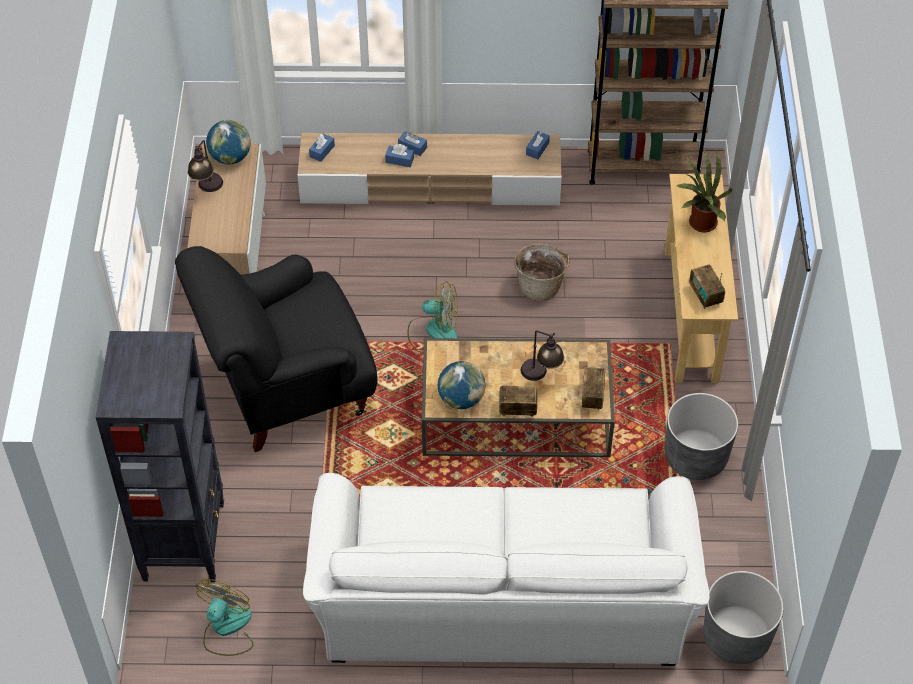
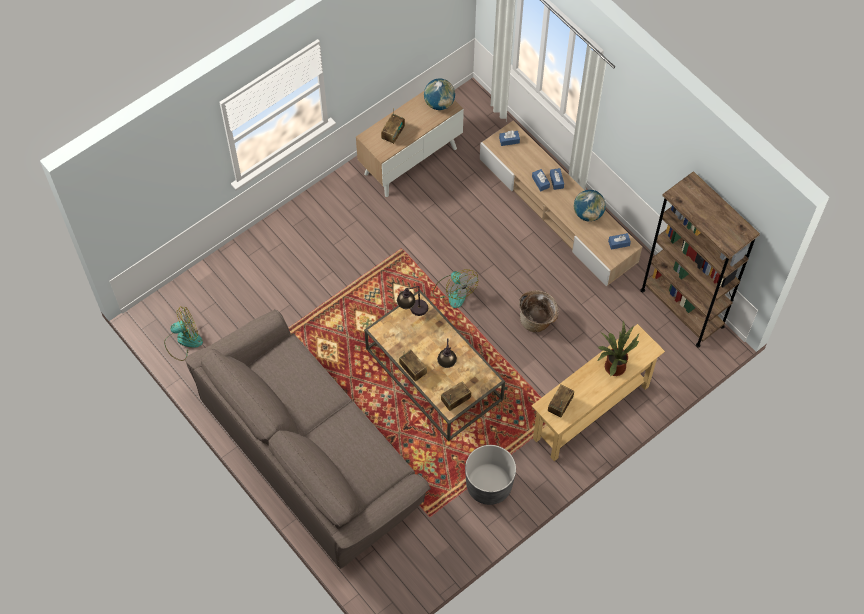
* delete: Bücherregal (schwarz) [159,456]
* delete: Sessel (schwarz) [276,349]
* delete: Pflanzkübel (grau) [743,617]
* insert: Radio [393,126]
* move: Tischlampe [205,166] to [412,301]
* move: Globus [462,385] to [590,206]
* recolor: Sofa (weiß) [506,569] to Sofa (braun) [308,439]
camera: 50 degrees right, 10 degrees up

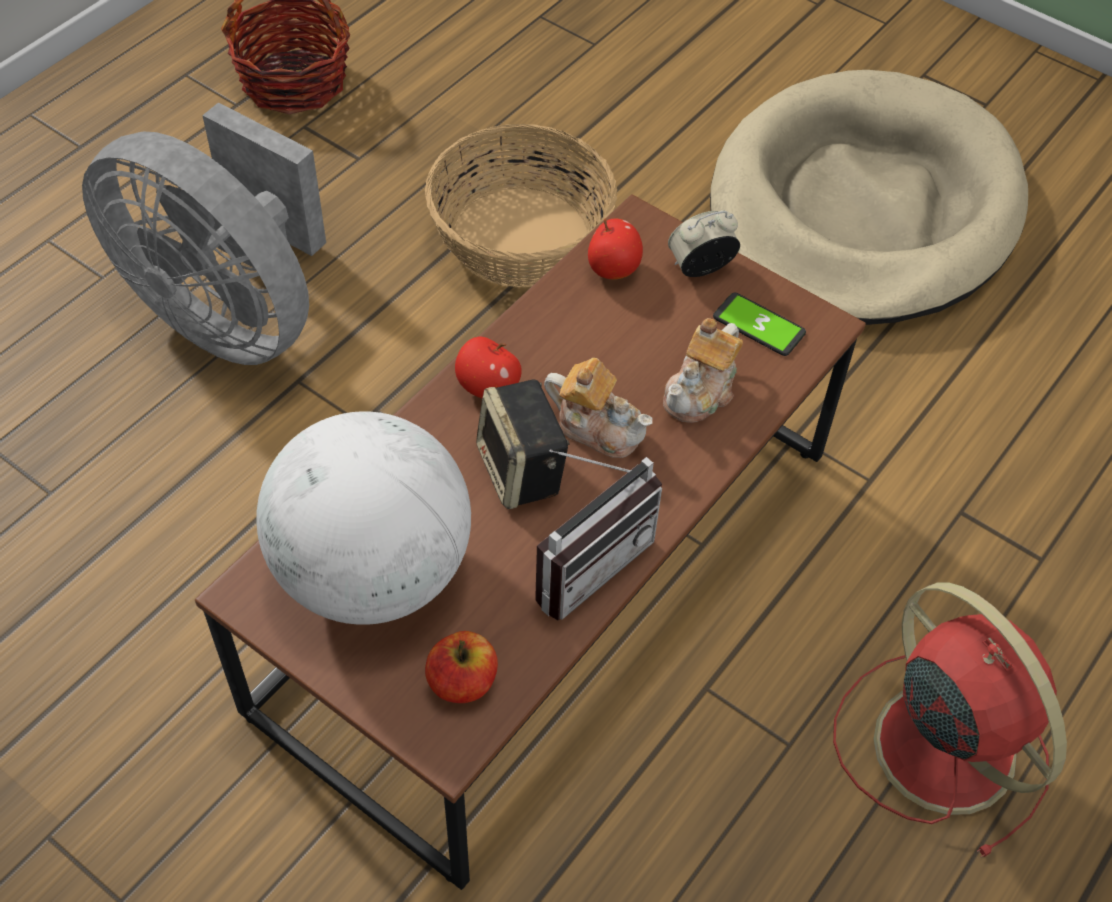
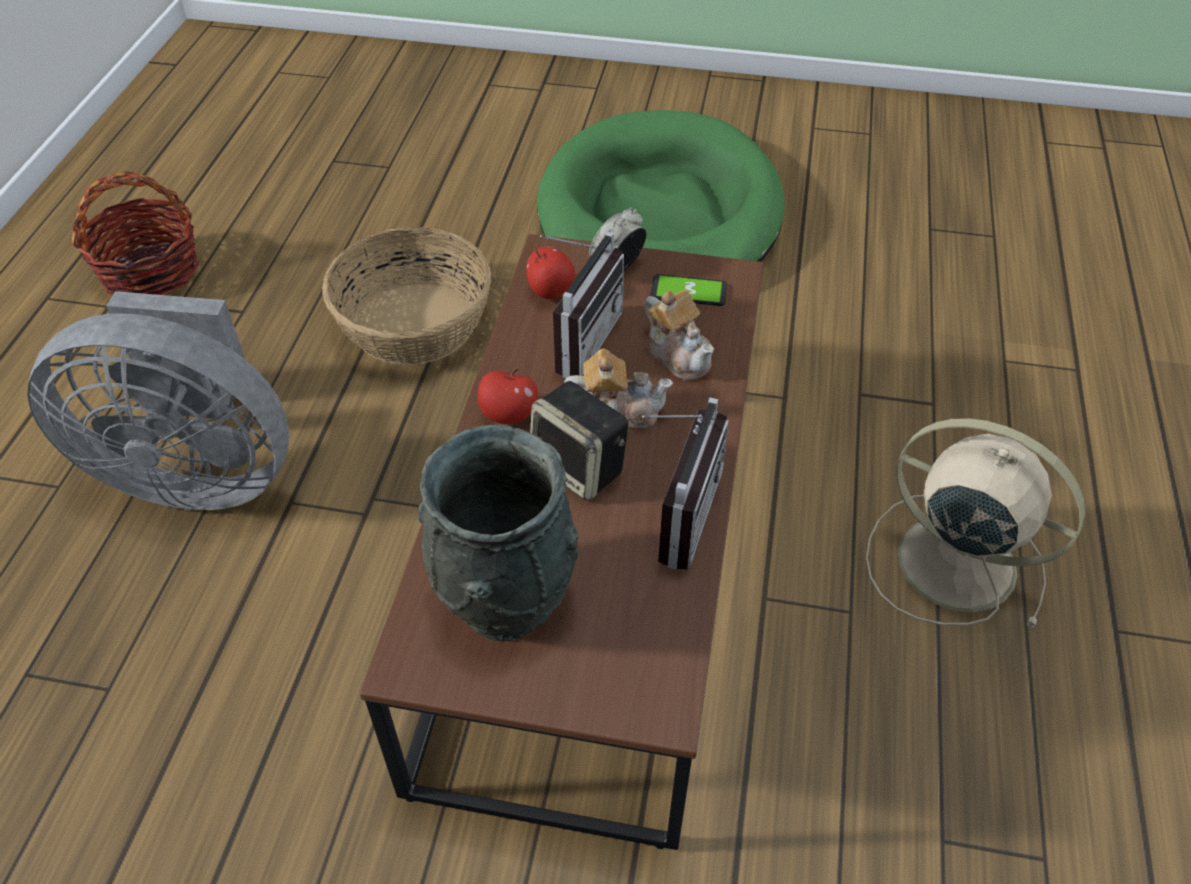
* delete: Apfel [461,667]
* insert: Radio [582,305]
* replace: Globus [363,518] to Vase (grau) [498,533]
* recolor: Hundebett (beige) [869,197] to Hundebett (grün) [660,186]
* recolor: Ventilator (rot) [950,720] to Ventilator (beige) [975,523]
* rotate: Teekanne [703,370] = [679,335] 45 degrees counterclockwise
camera: 25 degrees left, 5 degrees down

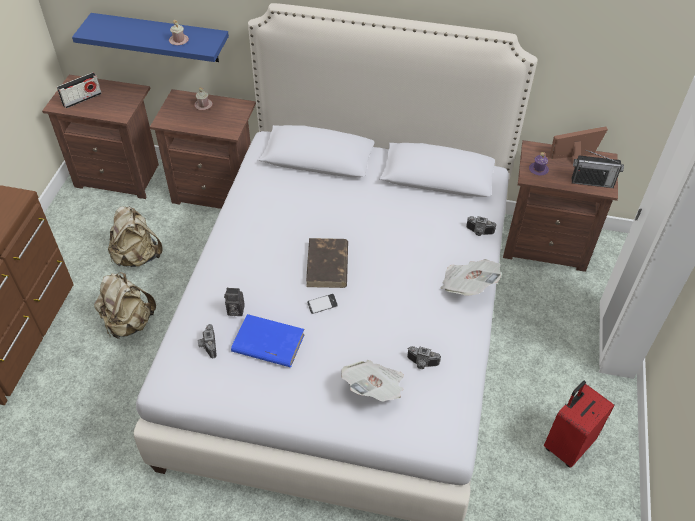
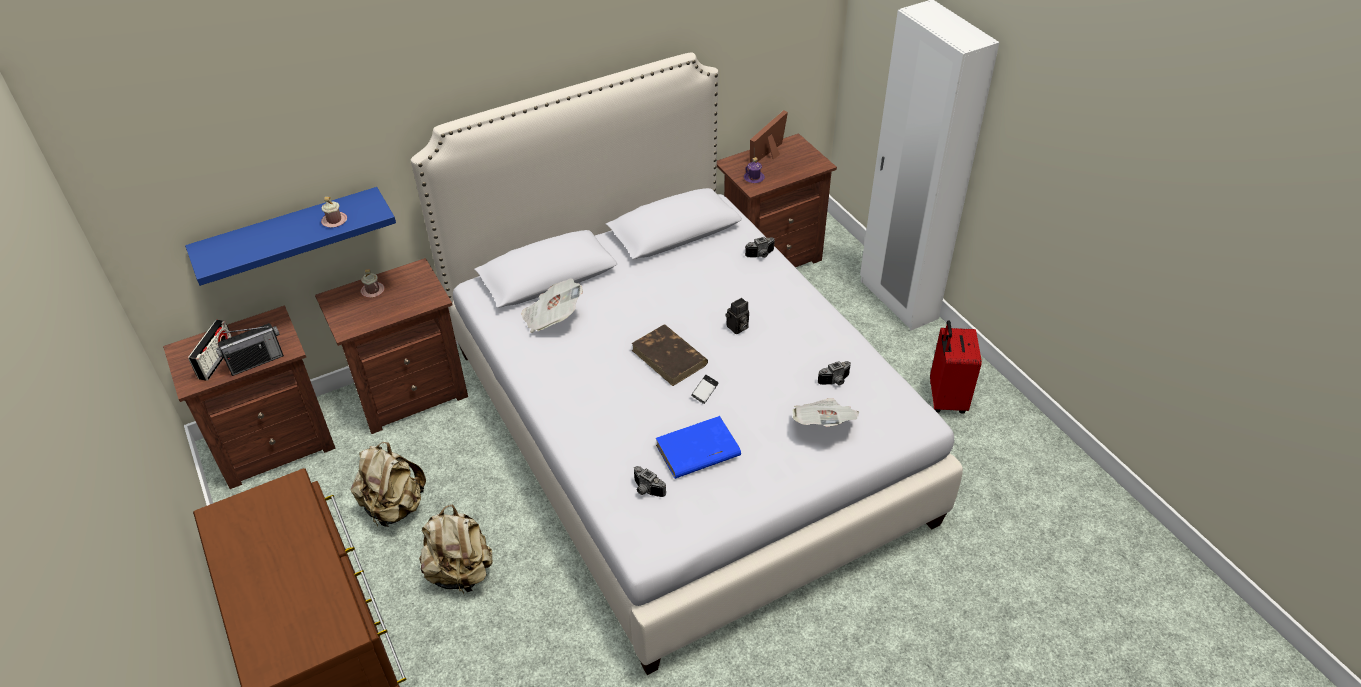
* move: Kamera [234,302] to [737,316]
* move: Zeitung [470,277] to [552,306]
* move: Radio [598,169] to [250,349]
camera: 40 degrees left, 5 degrees down

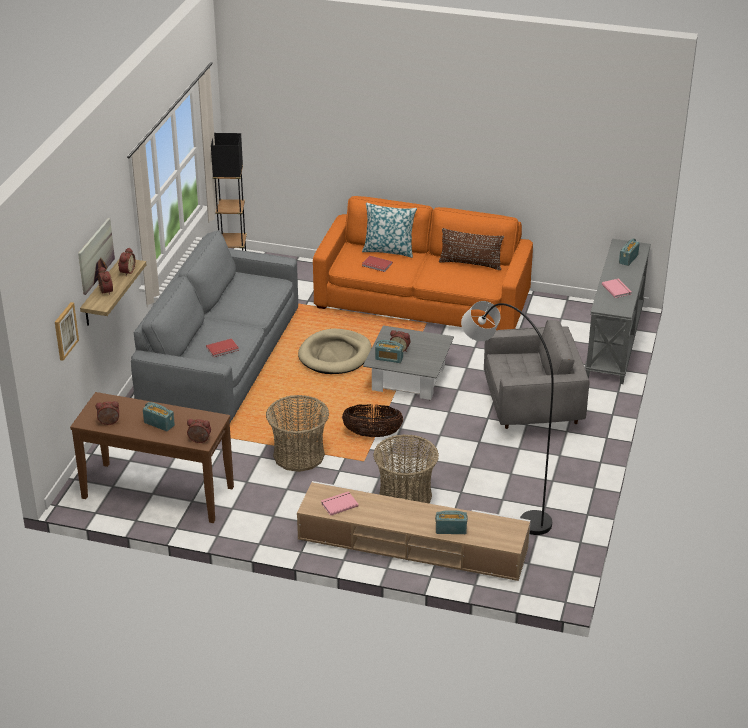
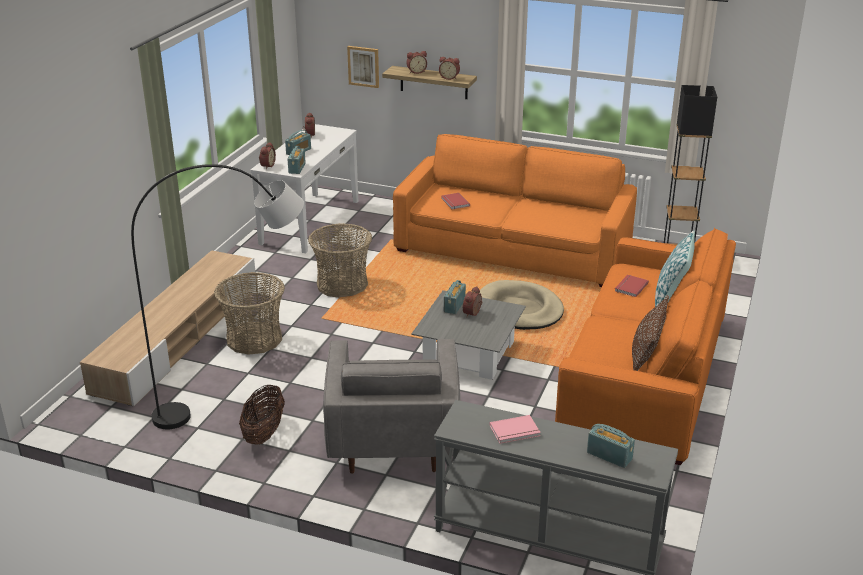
* delete: Bild [96,256]
* delete: Buch (rosa) [340,503]
* move: Korb [372,420] to [262,414]
* move: Radio [451,522] to [297,160]
* recolor: Konsolentisch (braun) [152,457] to Konsolentisch (weiß) [304,188]
* recolor: Sofa (grau) [214,326] to Sofa (orange) [515,210]
camera: 95 degrees right, 5 degrees down

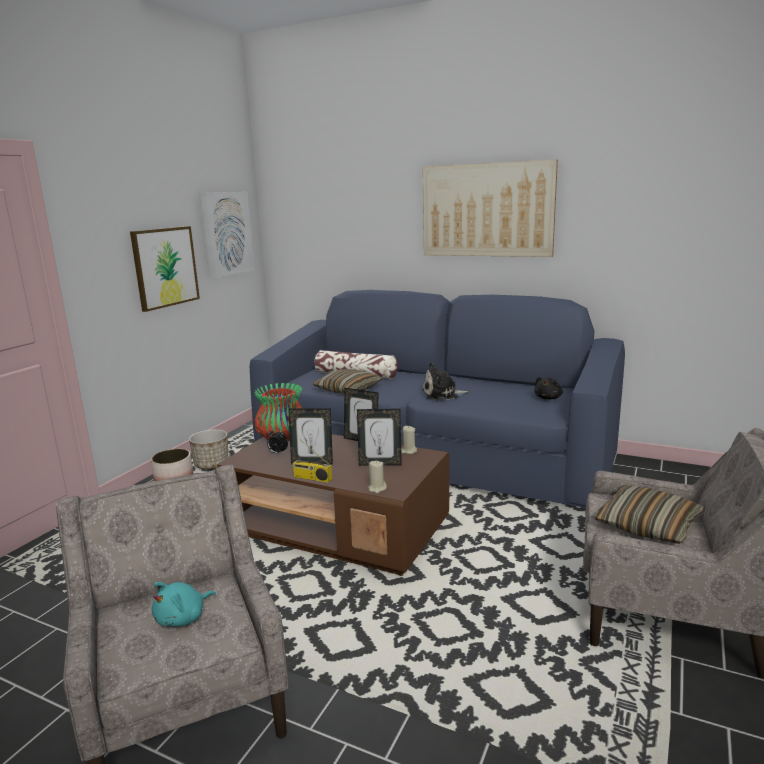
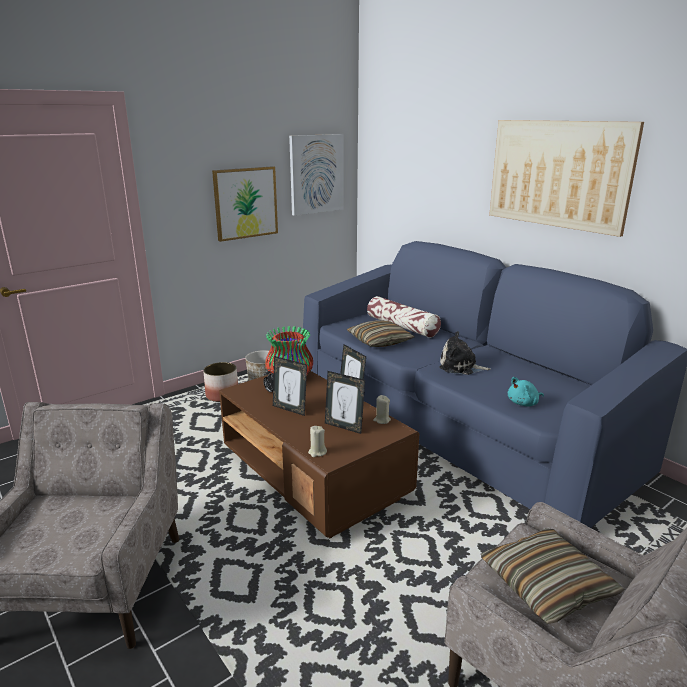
* delete: Radio [312,462]
* delete: Plüschtier (schwarz) [548,388]
* move: Plüschtier (türkis) [184,604] to [526,391]
camera: 25 degrees right, 5 degrees up

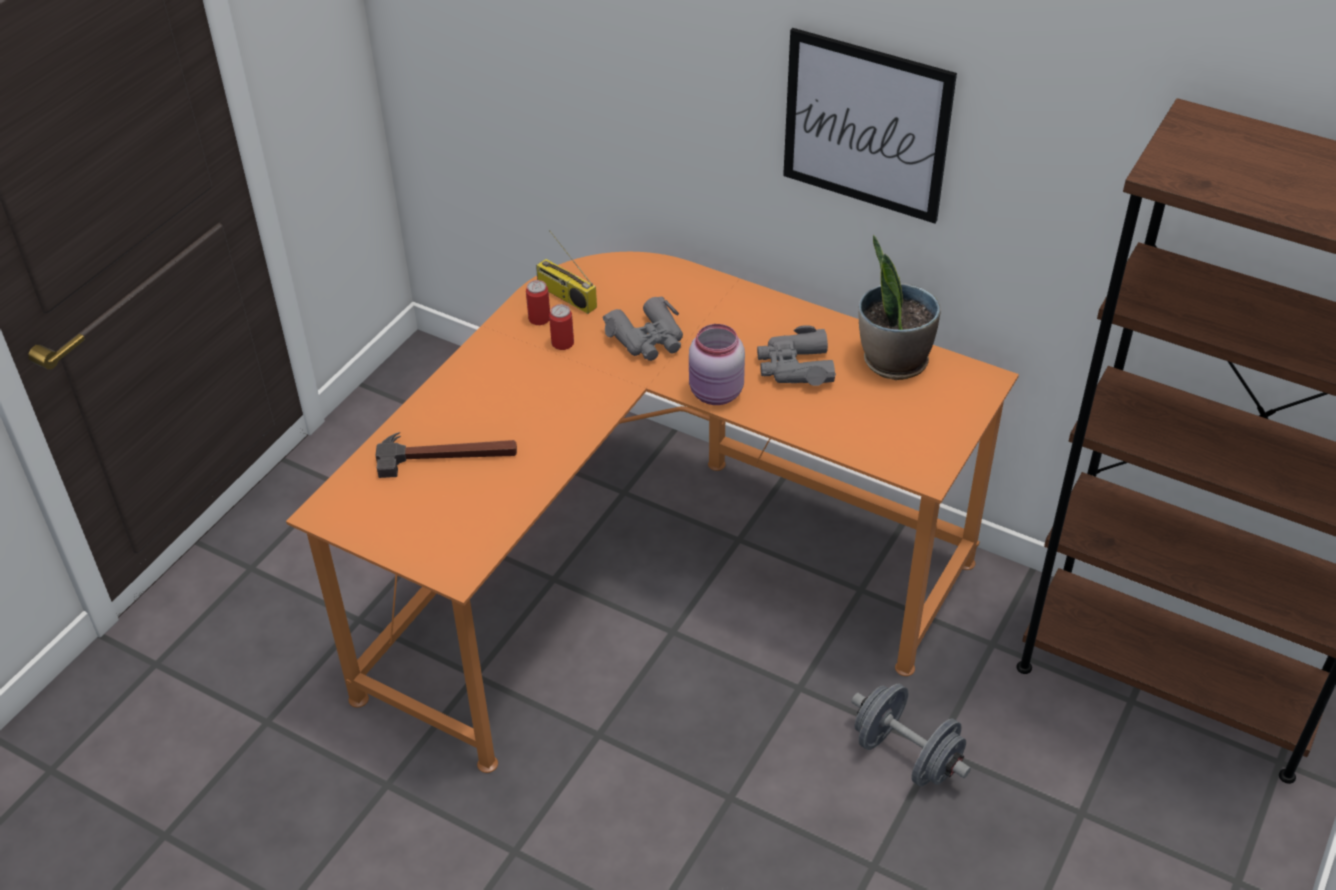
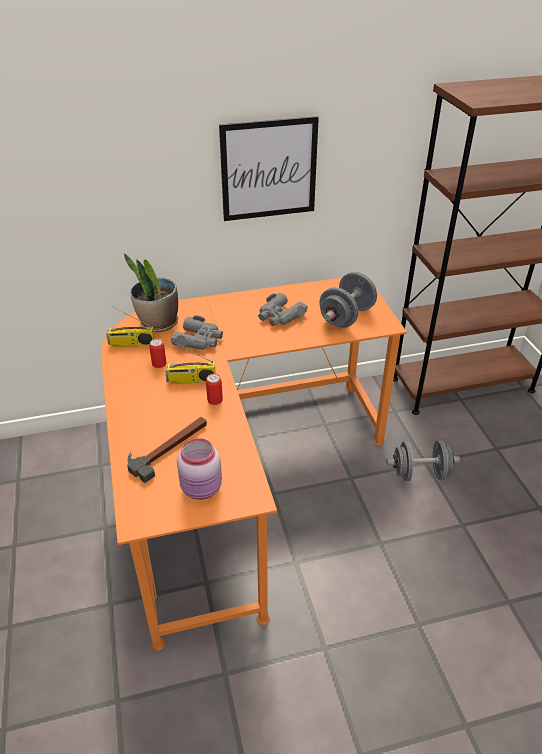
* insert: Radio [190,362]
* insert: Hantel (grau) [348,300]
* move: Dose [538,302] to [214,389]
* move: Vorratsglas (rosa) [717,364] to [199,469]
* move: Topfpflanze [900,307] to [151,292]
camera: 45 degrees left, 5 degrees down

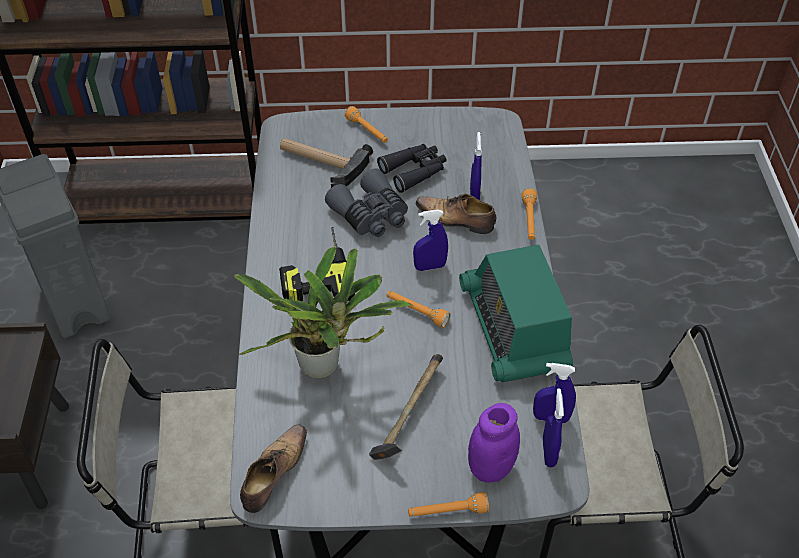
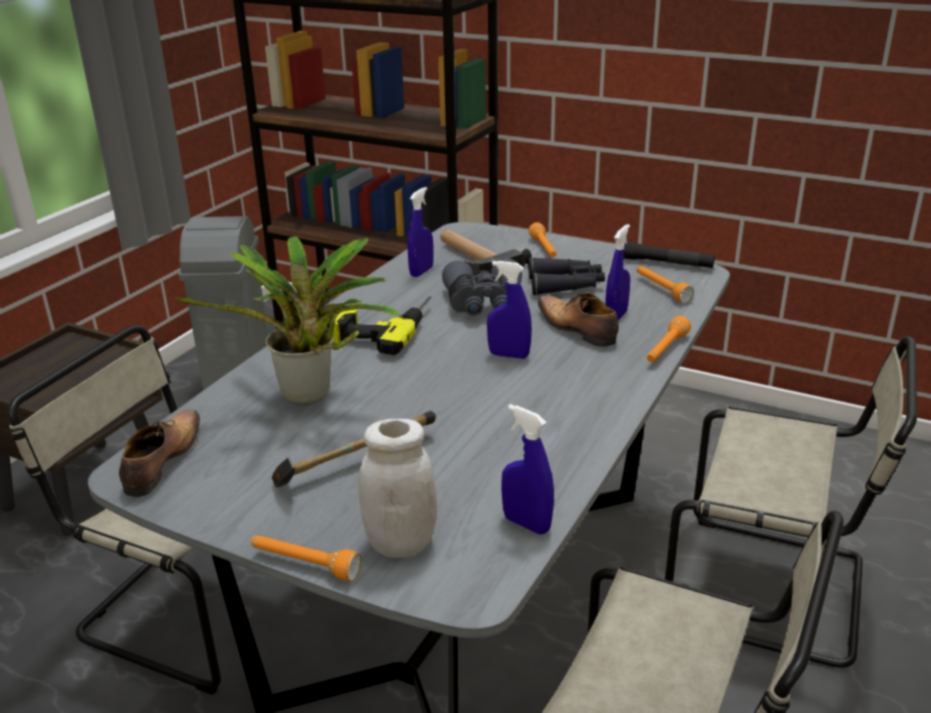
* delete: Radio [516,313]
* insert: Taschenlampe (schwarz) [669,254]
* insert: Stuhl (beige) [791,502]
* move: Taschenlampe (orange) [418,309] to [665,284]
* move: Sprühflasche (blau) [553,427] to [420,232]
* recolor: Vorratsglas (lila) [494,443] to Vorratsglas (weiß) [397,488]
* rotate: Schuh [273,468] = [159,453] 45 degrees counterclockwise
camera: 30 degrees right, 20 degrees down

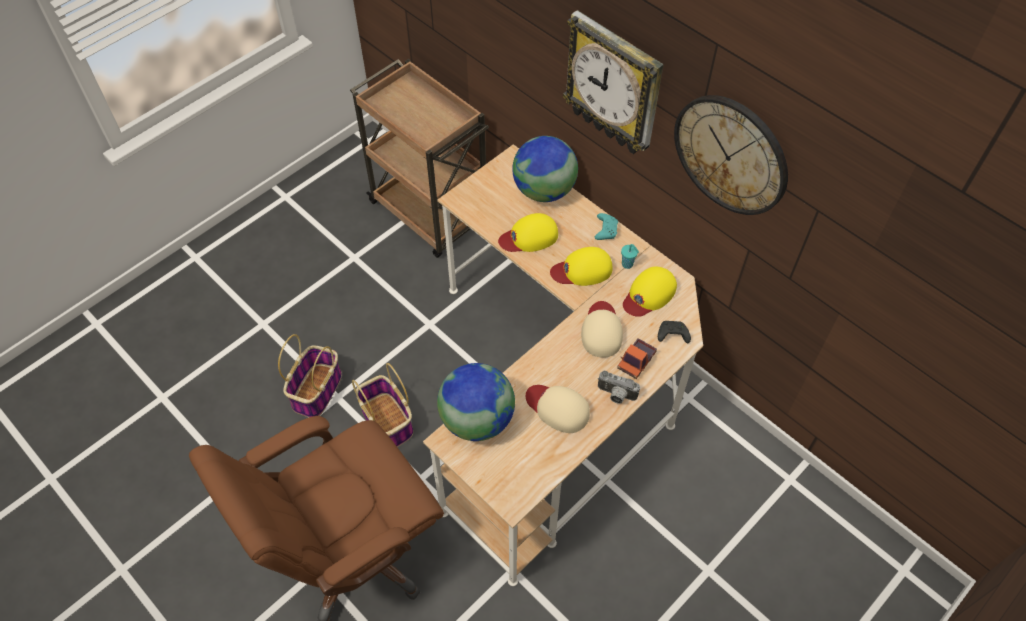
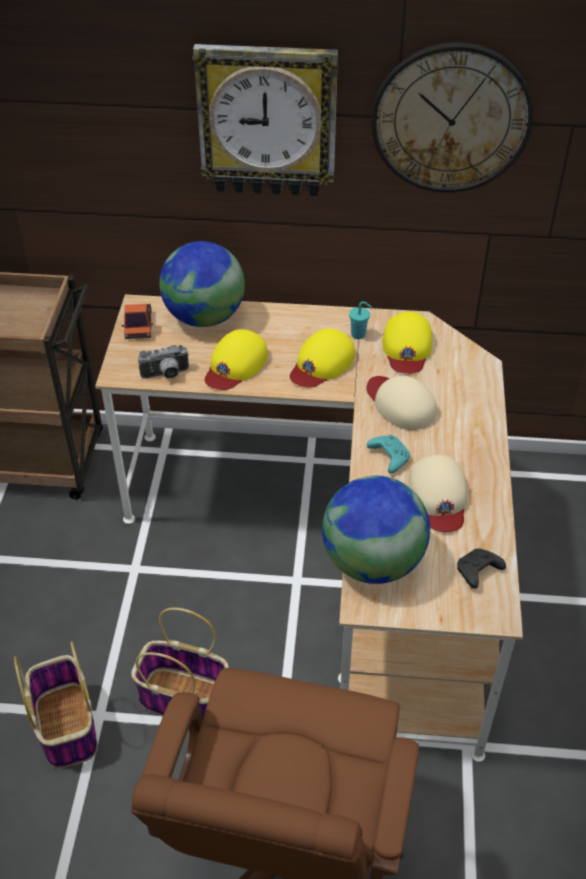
* move: Gamepad (türkis) [606,226] to [388,454]
* move: Kamera [619,387] to [163,362]
* move: Spielzeuglaster [637,358] to [137,321]
* move: Gamepad (schwarz) [674,332] to [481,568]
* rotate: Kappe (beige) [558,409] = [437,493] 90 degrees counterclockwise
camera: 40 degrees left, 10 degrees down

